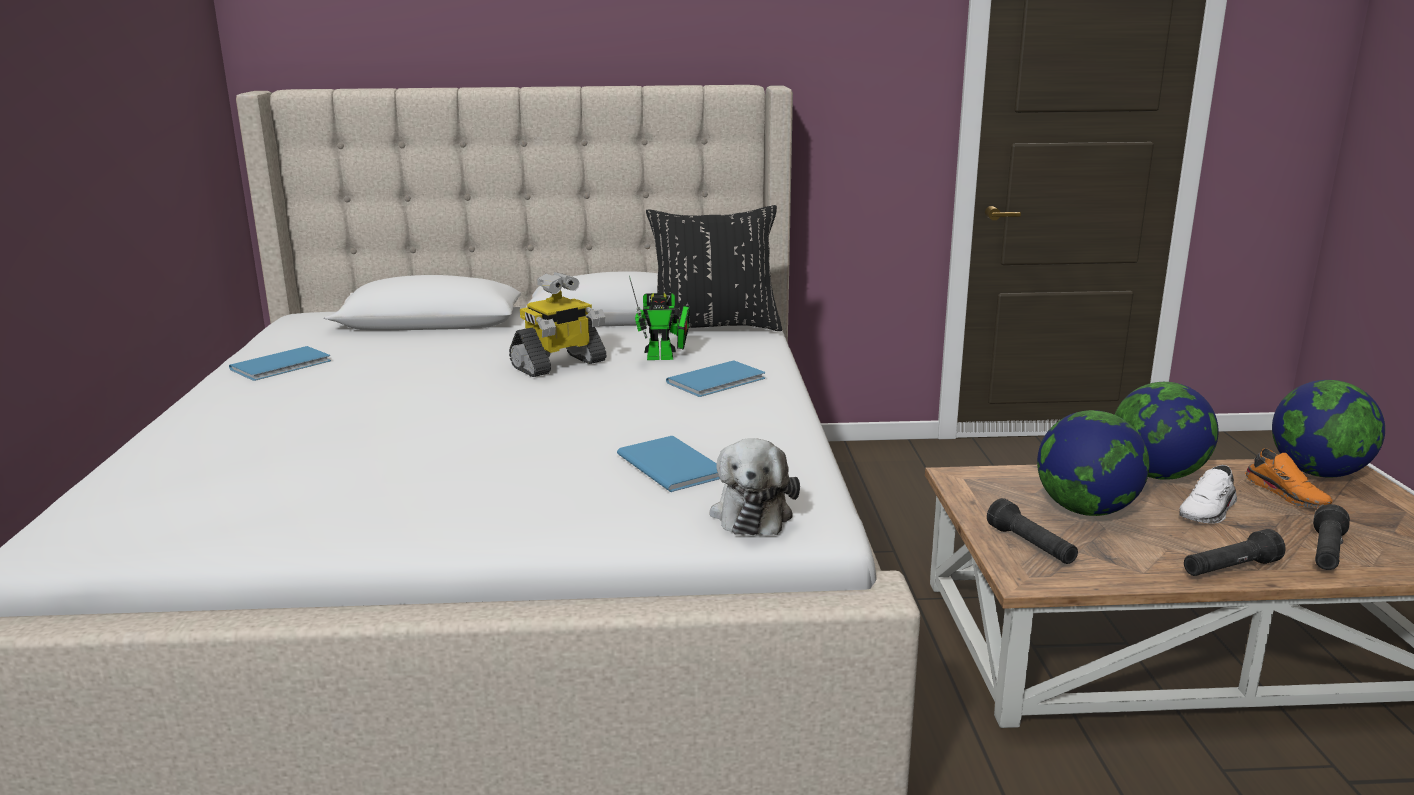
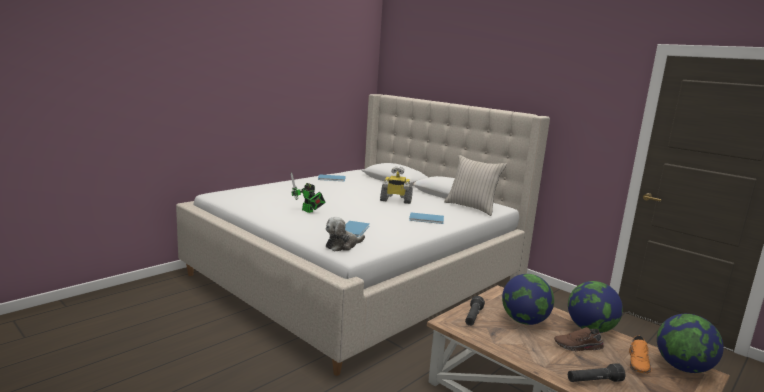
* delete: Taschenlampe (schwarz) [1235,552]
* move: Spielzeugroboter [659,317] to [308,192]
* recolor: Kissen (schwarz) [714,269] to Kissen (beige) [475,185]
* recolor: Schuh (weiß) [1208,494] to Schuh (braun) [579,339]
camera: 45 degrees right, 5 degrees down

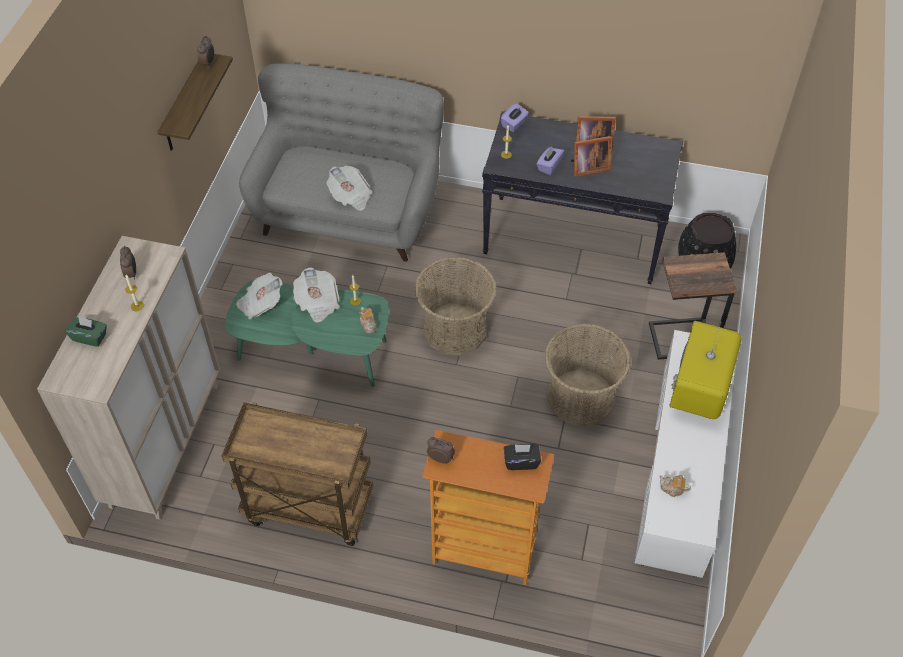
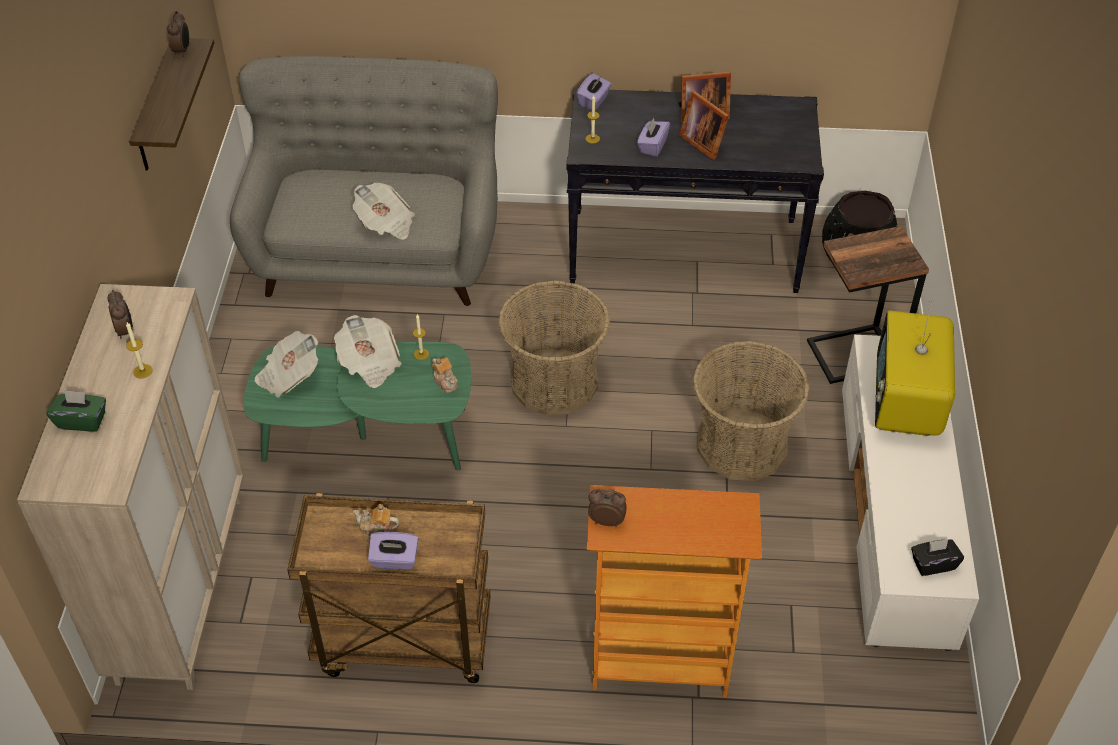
* insert: Taschentuchbox (lila) [393,551]
* move: Taschentuchbox (schwarz) [522,457] to [937,557]
* move: Teekanne [675,486] to [376,520]
* rotate: Bilderrahmen [591,156] = [704,125] 75 degrees clockwise
camera: 10 degrees left, 5 degrees down

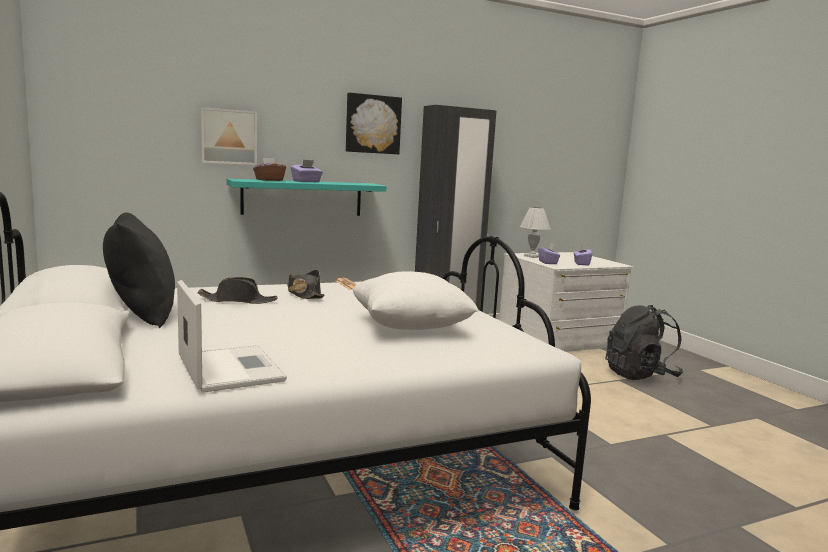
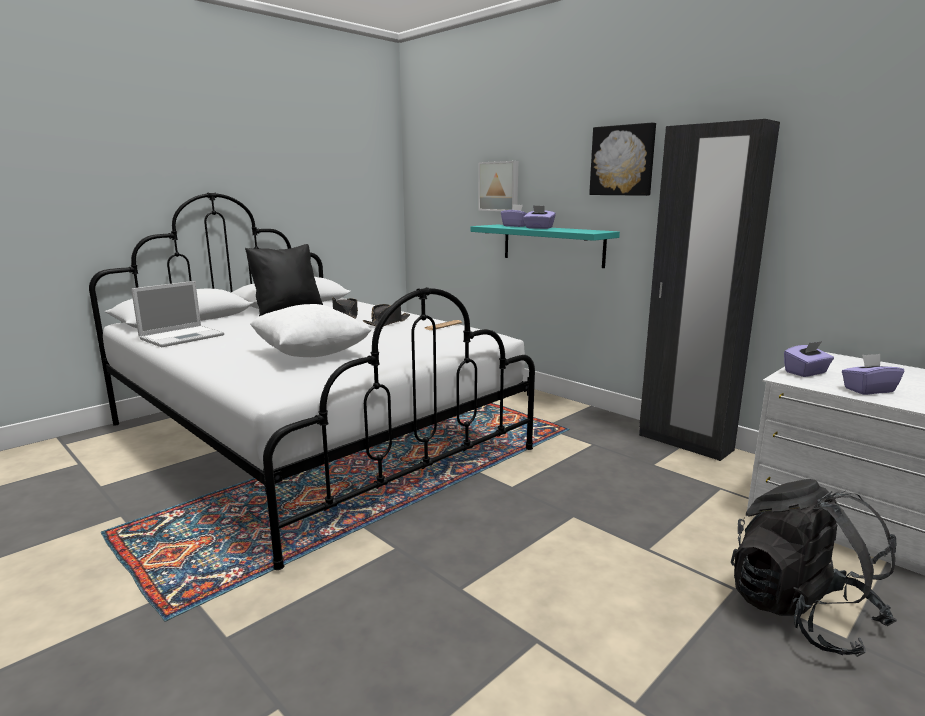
* delete: Tischlampe (weiß) [535,232]
* recolor: Taschentuchbox (braun) [269,169] to Taschentuchbox (lila) [514,216]
camera: 70 degrees right, 5 degrees up

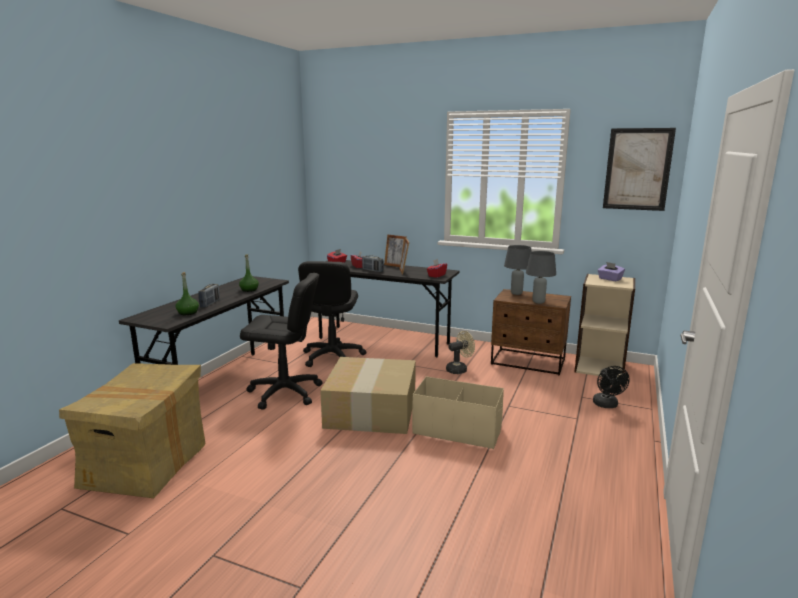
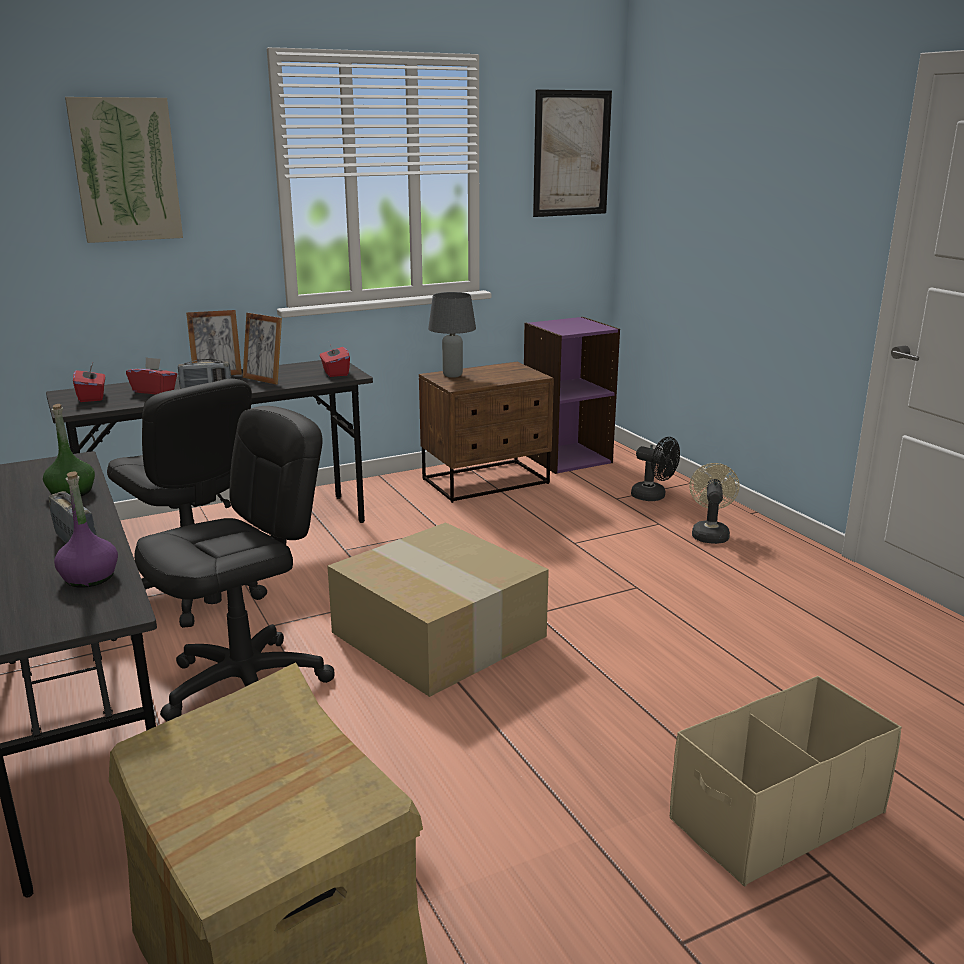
* delete: Tischlampe (grau) [541,277]
* delete: Taschentuchbox (lila) [611,271]
* insert: Bild [124,170]
* move: Aufbewahrungsbox (beige) [458,412] to [786,781]
* move: Ventilator (beige) [460,352] to [714,503]
* recolor: Flasche (grün) [187,293] to Flasche (lila) [86,529]
* recolor: Bücherregal (beige) [605,325] to Bücherregal (lila) [572,395]
camera: 50 degrees left, 5 degrees up

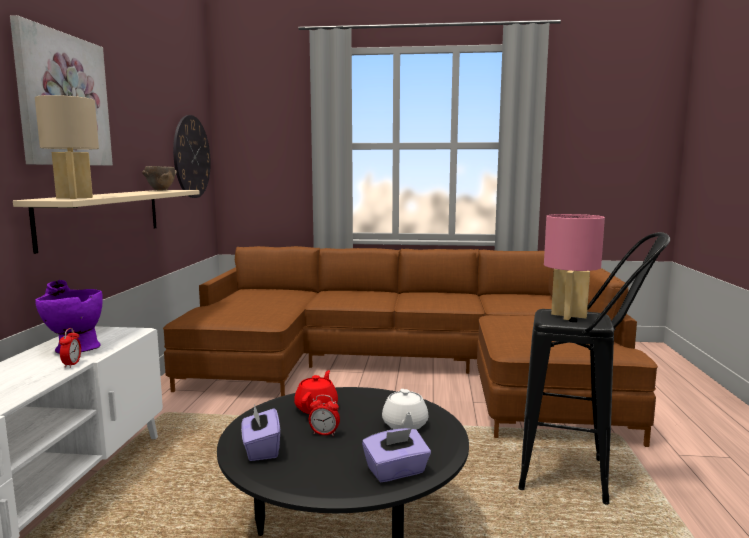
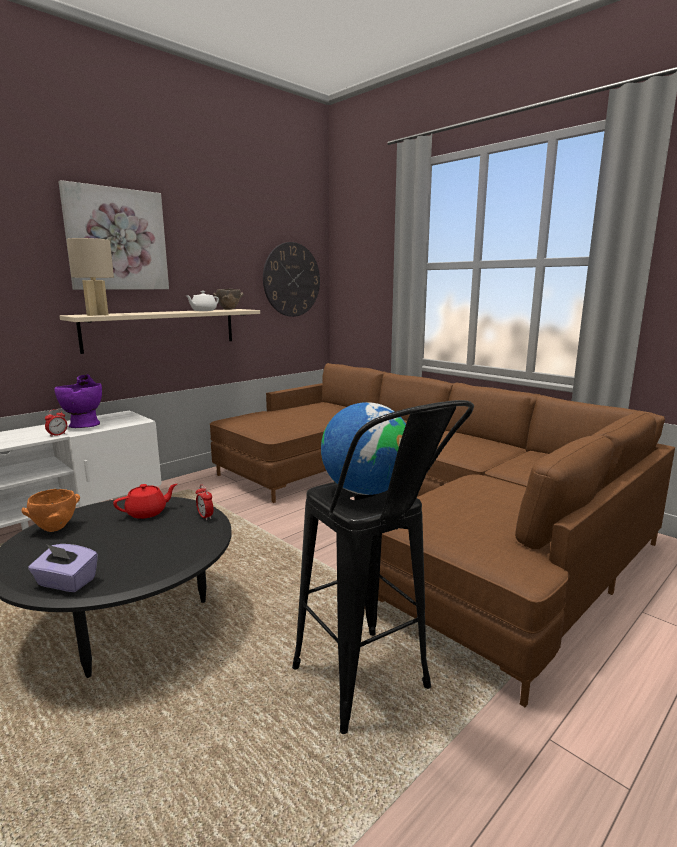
* move: Wecker [324,415] to [204,502]
* move: Teekanne (weiß) [405,409] to [202,301]
* replace: Taschentuchbox (lila) [260,432] to Schüssel (orange) [51,510]
* replace: Tischlampe (rosa) [574,267] to Globus [363,448]
camera: 40 degrees right, 5 degrees up

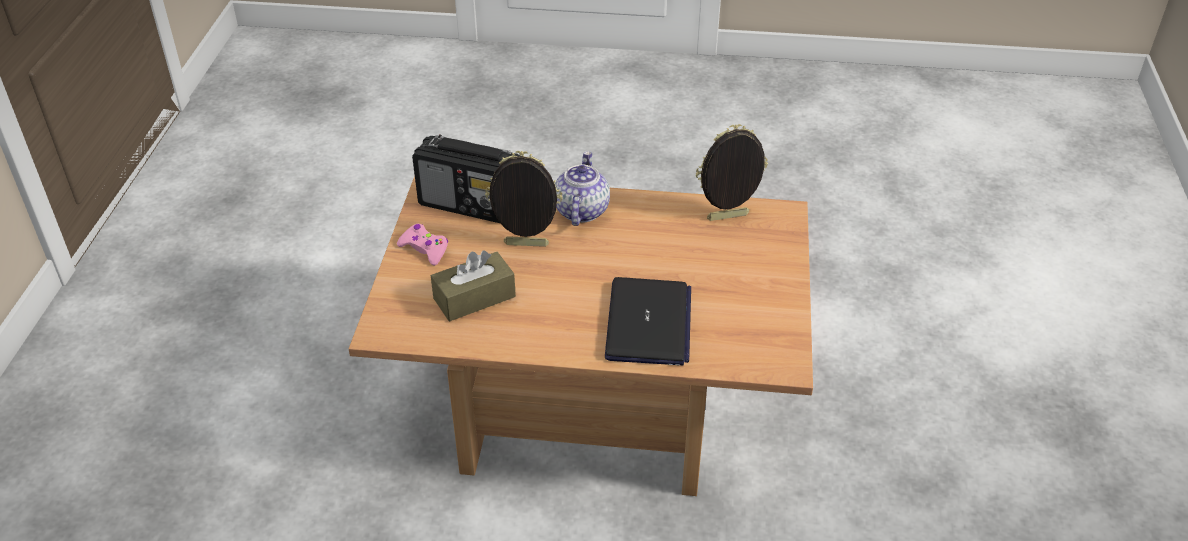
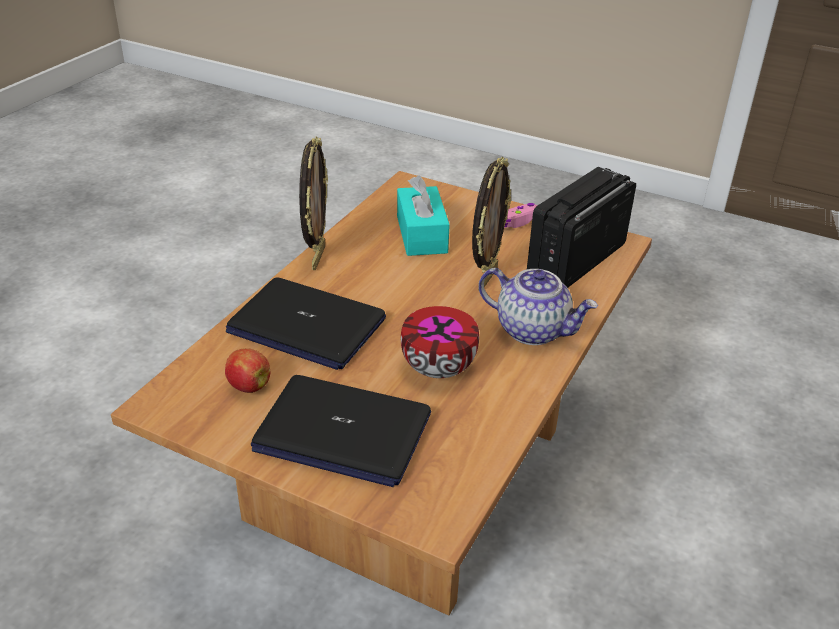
* insert: Apfel [247,370]
* insert: Laptop [341,431]
* insert: Schüssel [440,342]
* move: Bilderrahmen [732,172] to [313,203]
* recolor: Taschentuchbox (braun) [473,286] to Taschentuchbox (türkis) [423,215]
camera: 110 degrees right, 5 degrees down

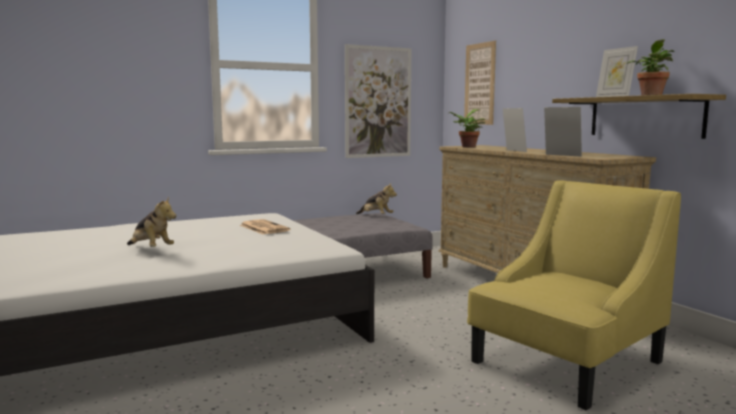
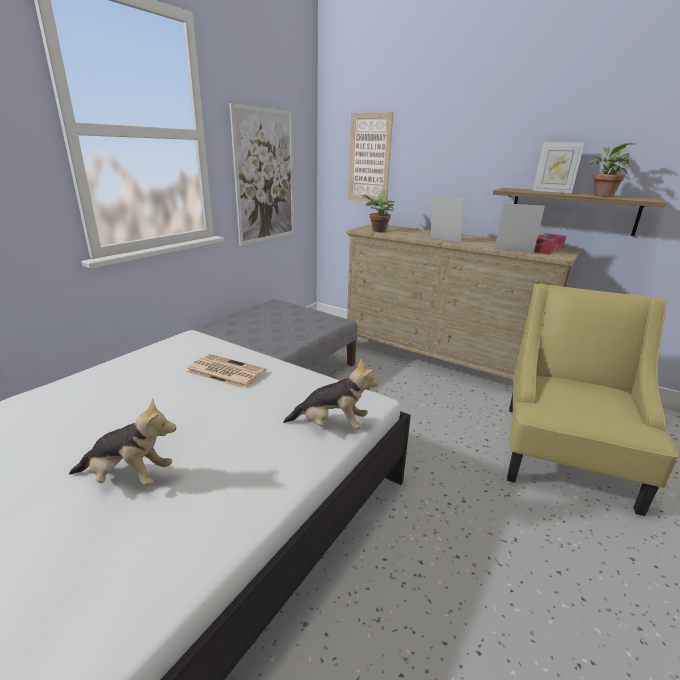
* insert: Taschentuchbox [550,244]
* move: Plüschtier [376,198] to [330,394]
camera: 30 degrees left, 15 degrees up

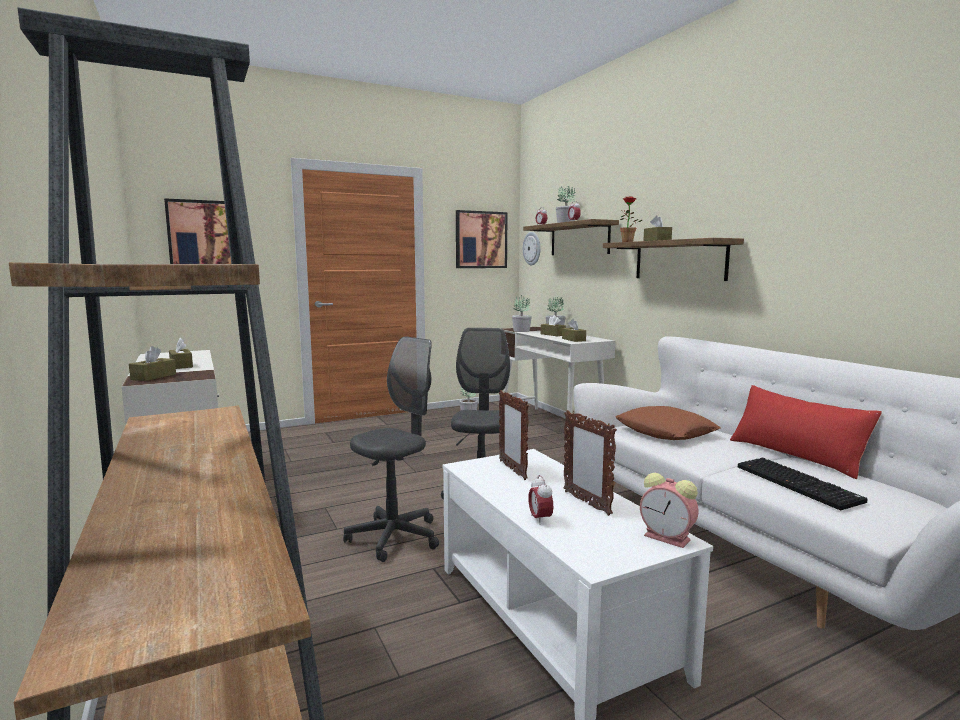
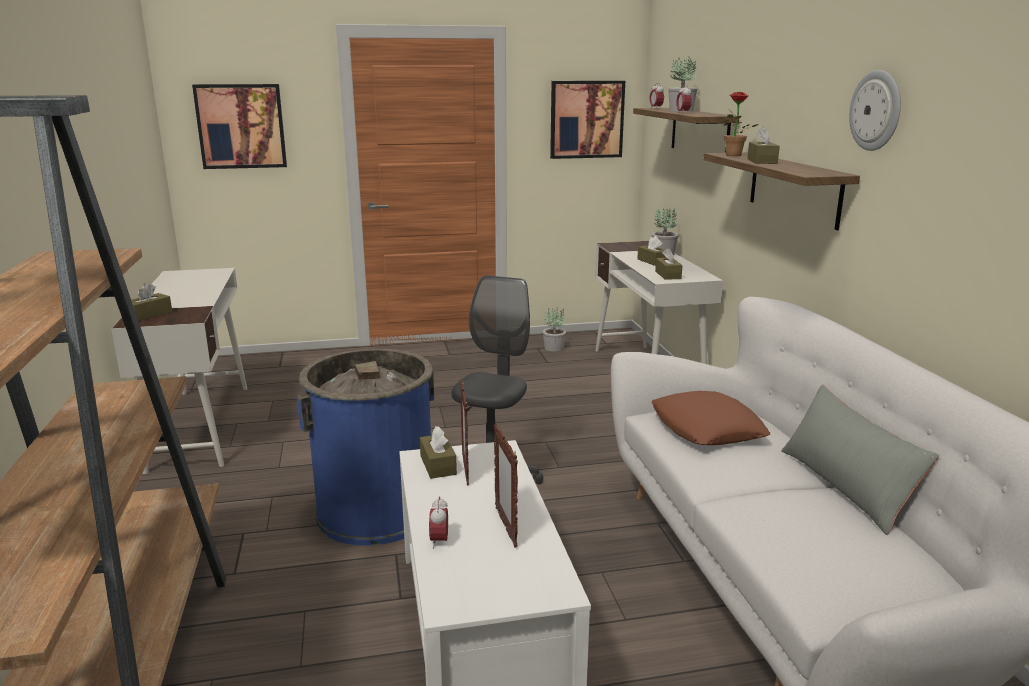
* delete: Topfpflanze [522,313]
* delete: Wecker [669,510]
* delete: Tastatur [803,484]
* move: Taschentuchbox (braun) [181,353] to [438,452]
* move: Wanduhr [532,248] to [875,110]
* replace: Bürostuhl (grau) [391,449] to Mülleimer (blau) [365,447]
* recolor: Kissen (rot) [806,432] to Kissen (grau) [860,459]
camera: 15 degrees right, 10 degrees up

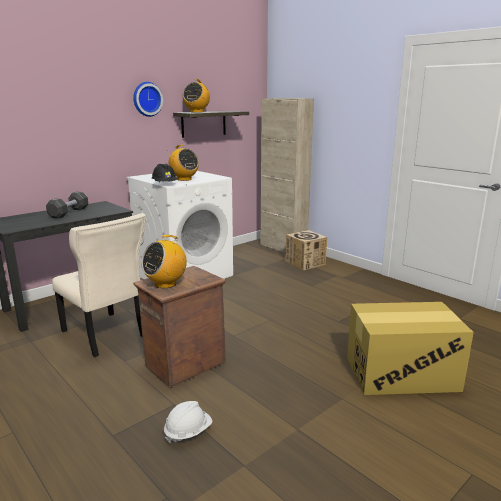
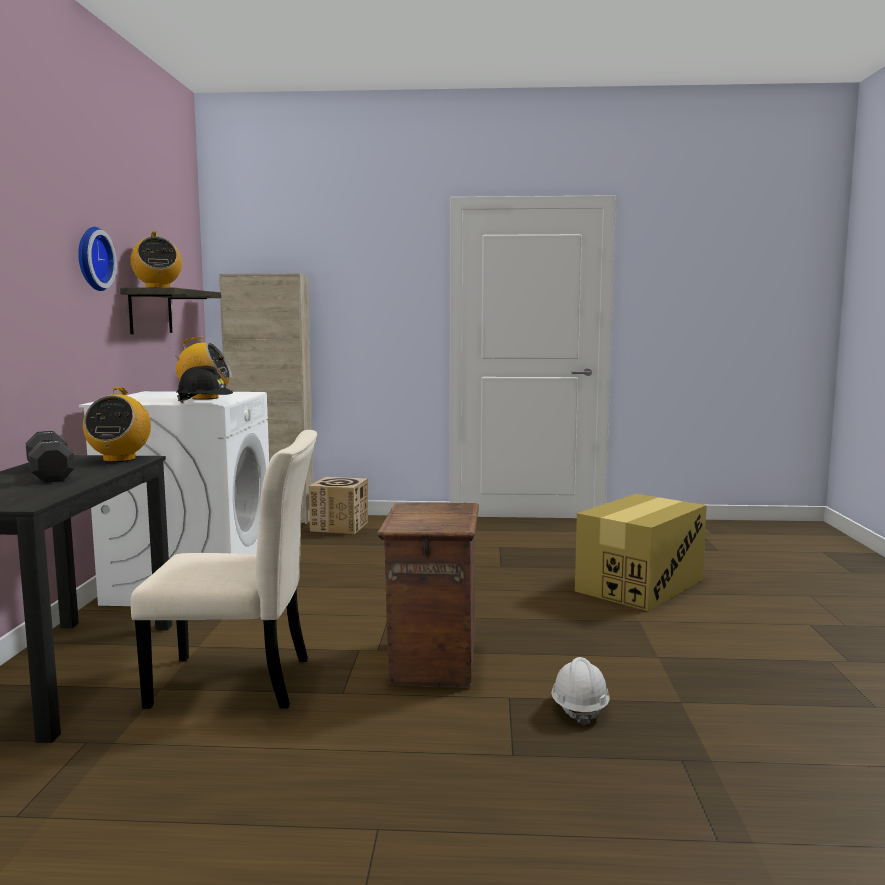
* move: Radio [164,261] to [117,424]
camera: 45 degrees left, 10 degrees down

